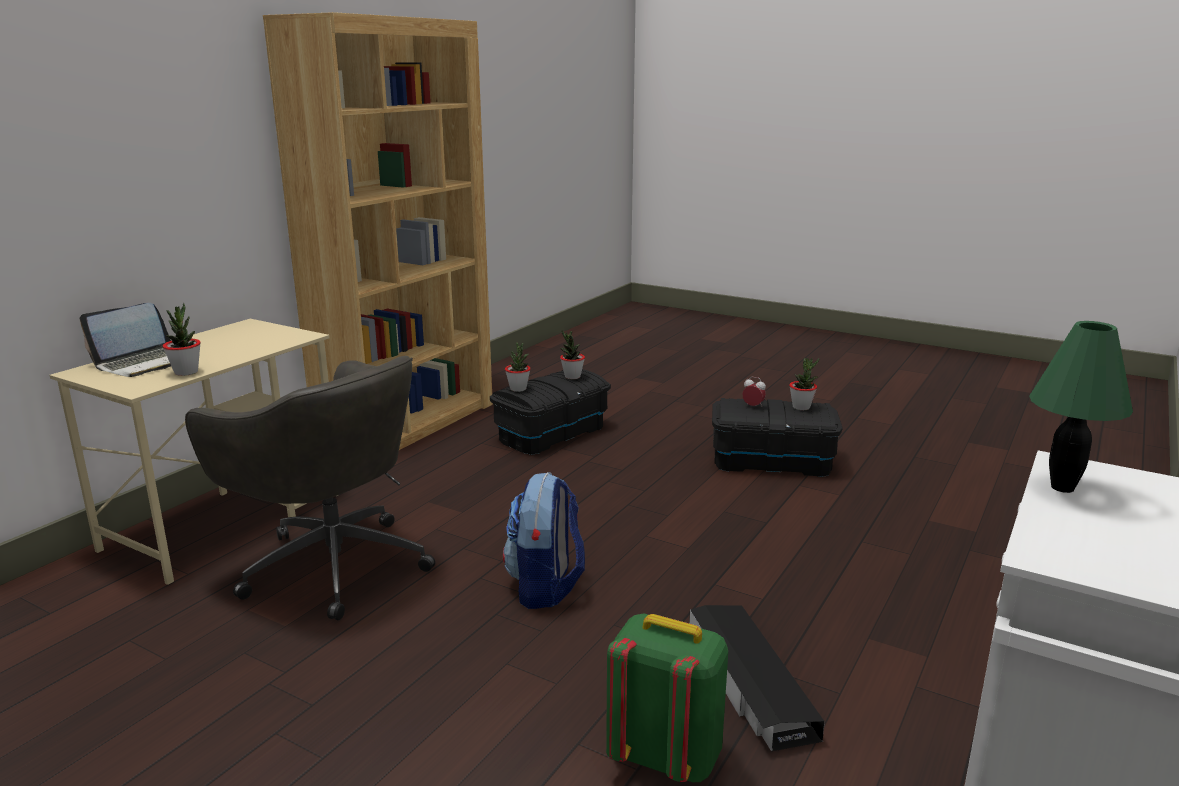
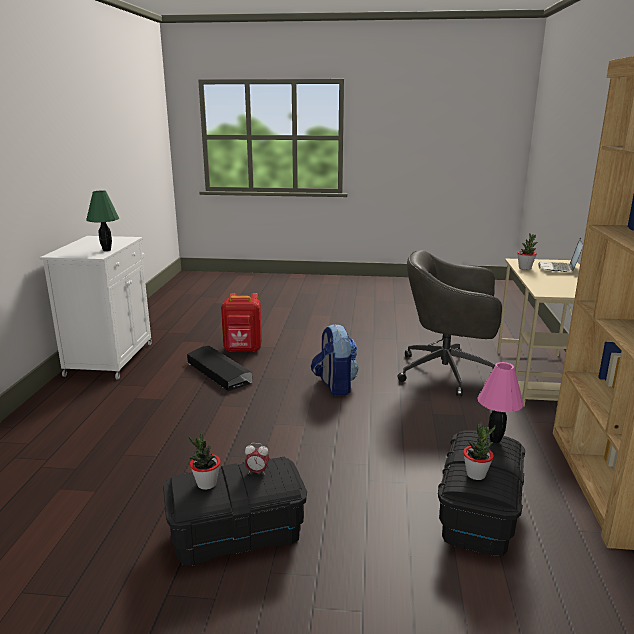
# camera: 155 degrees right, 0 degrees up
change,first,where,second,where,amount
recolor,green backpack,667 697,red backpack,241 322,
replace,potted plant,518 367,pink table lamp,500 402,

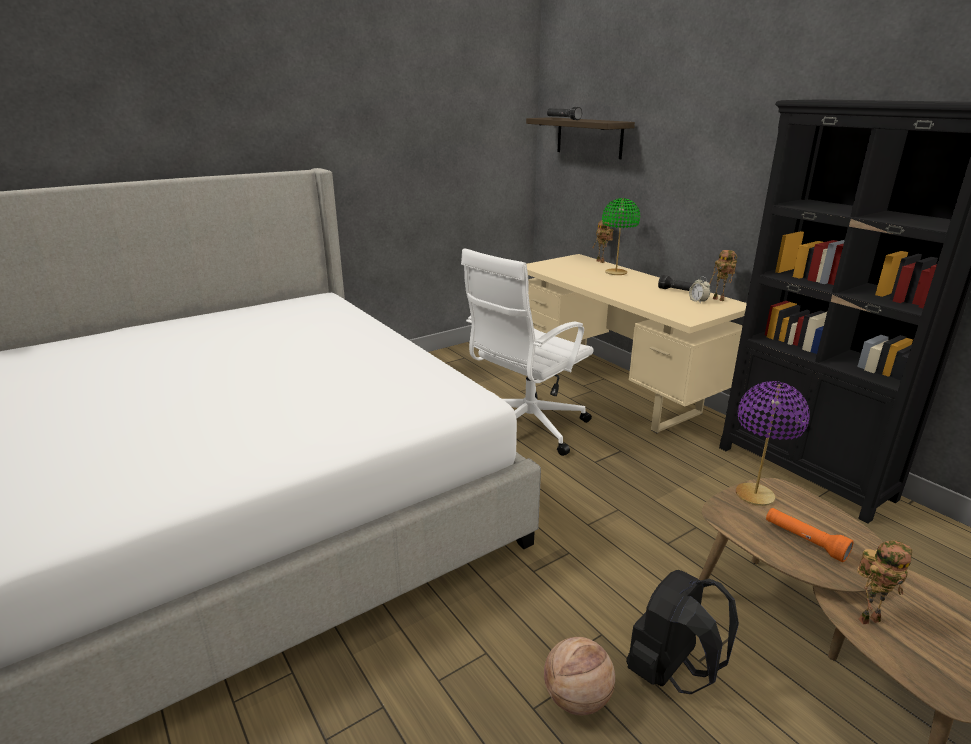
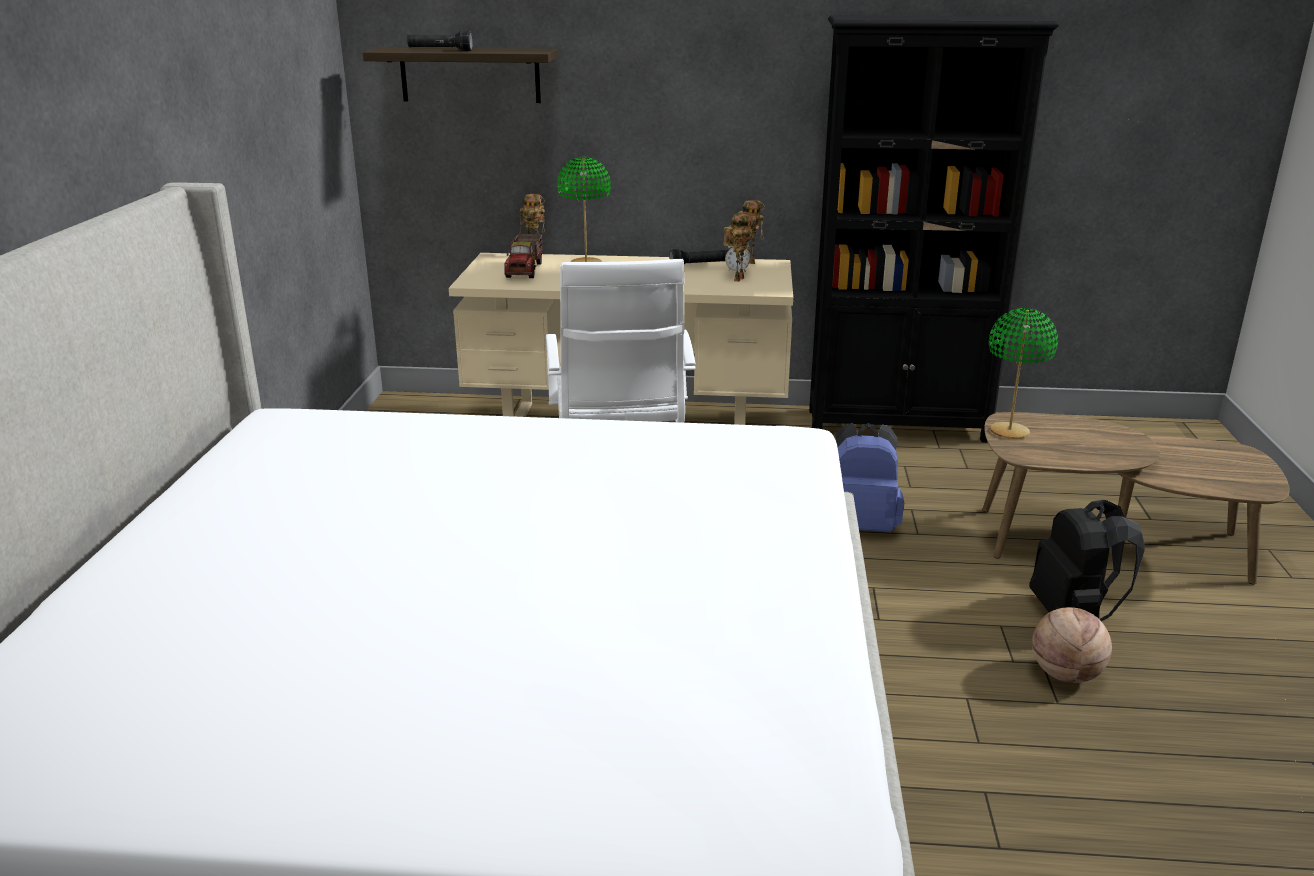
# camera: 50 degrees left, 0 degrees up
change,first,where,second,where,amount
insert,,,toy truck,523 256,
move,toy robot,884 582,,738 247,
insert,,,blue backpack,869 477,
recolor,purple table lamp,773 443,green table lamp,1023 373,
delete,orange flashlight,810 535,,,

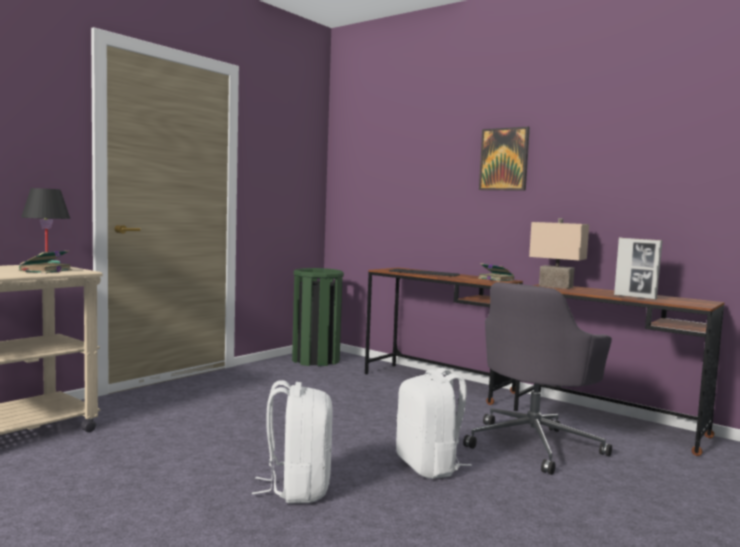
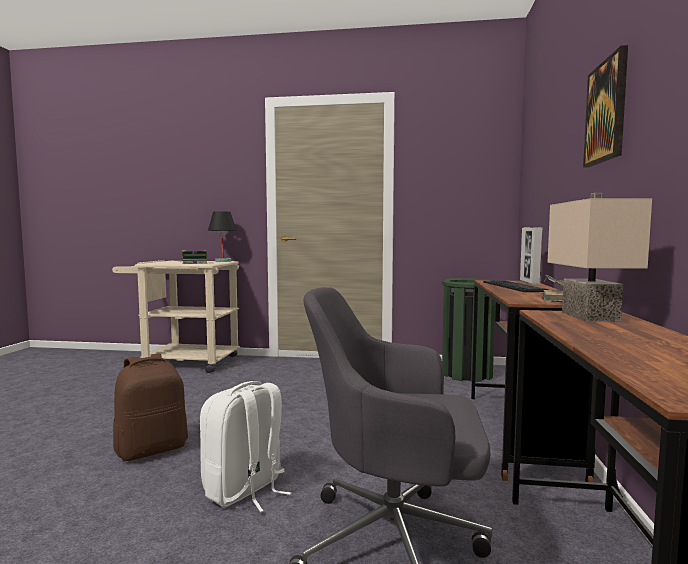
# camera: 60 degrees right, 0 degrees up
change,first,where,second,where,amount
recolor,white backpack,292 441,brown backpack,150 407,
move,picture frame,638 268,,531 256,

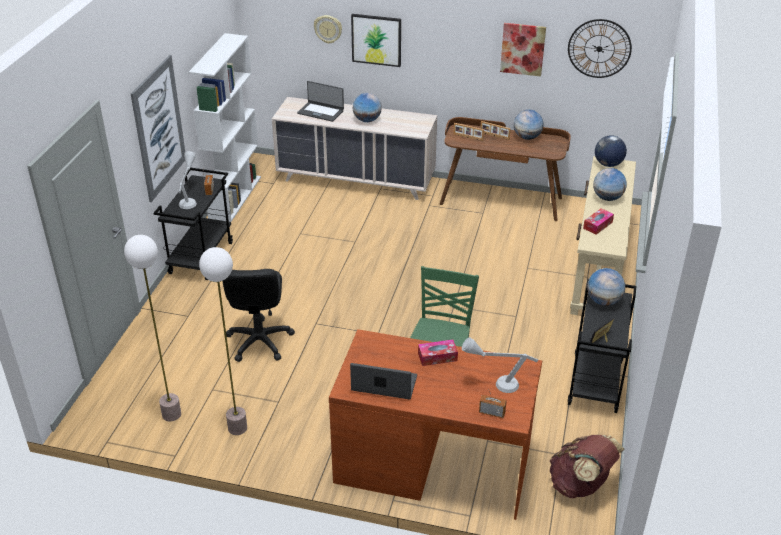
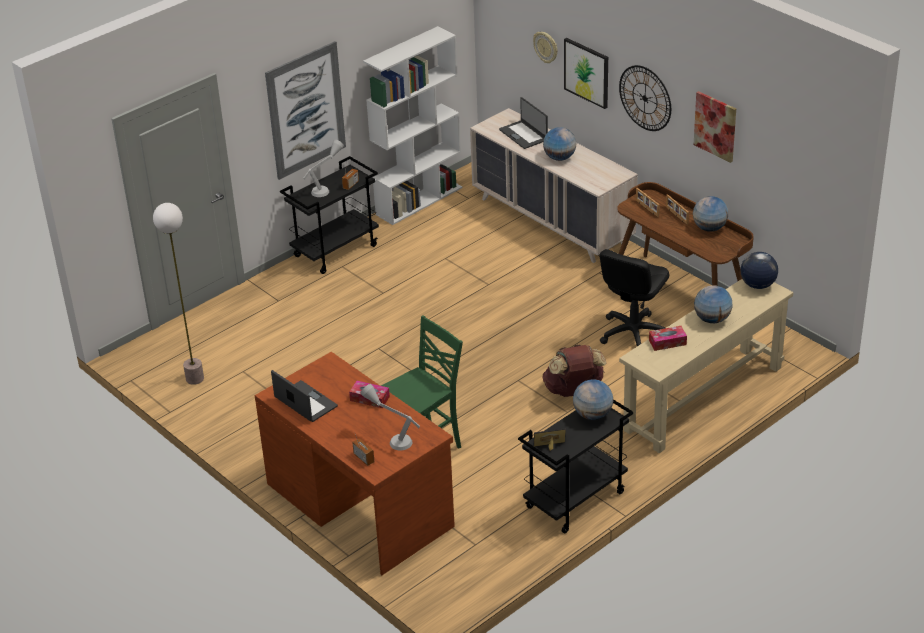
# camera: 35 degrees right, 0 degrees up
change,first,where,second,where,amount
move,brown backpack,587 466,,574 370,
move,black office chair,258 315,,634 297,
move,wall clock,600 48,,645 98,
delete,floor lamp,223 341,,,

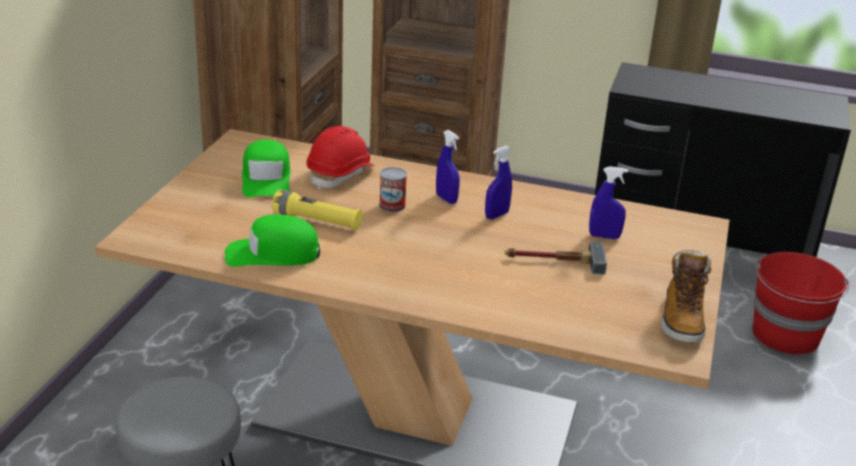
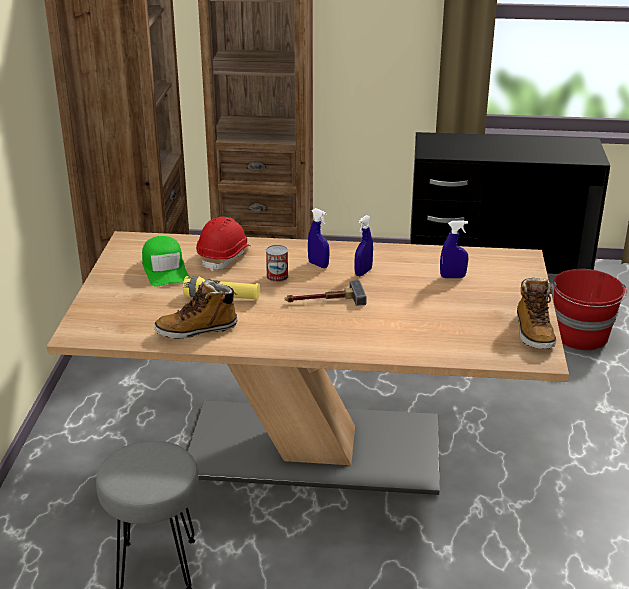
# camera: 10 degrees left, 0 degrees up
change,first,where,second,where,amount
replace,green cap,272 241,boot,196 309,
move,hammer,556 258,,325 293,

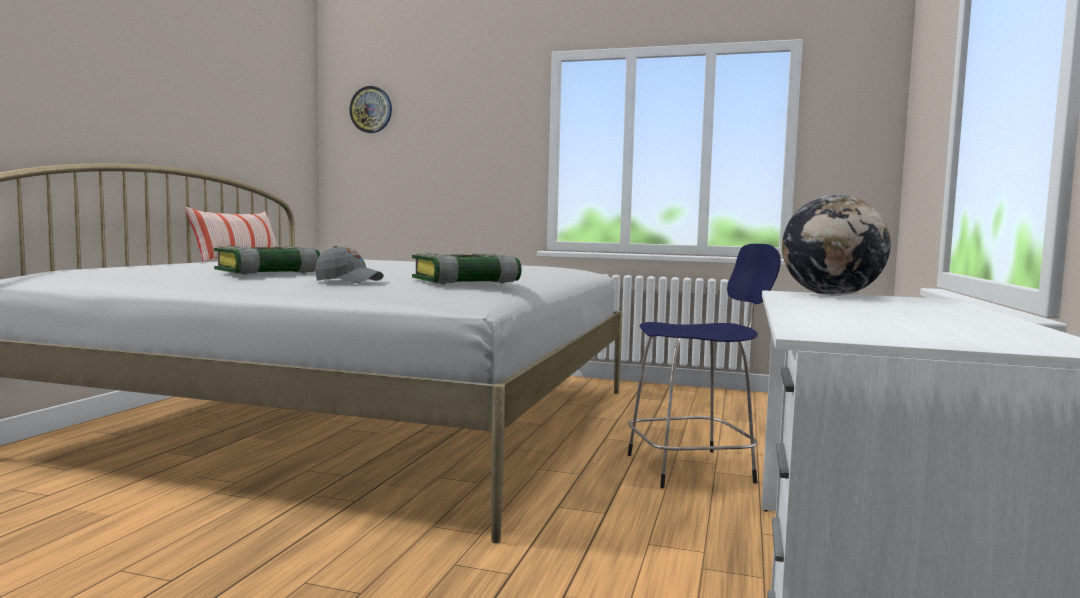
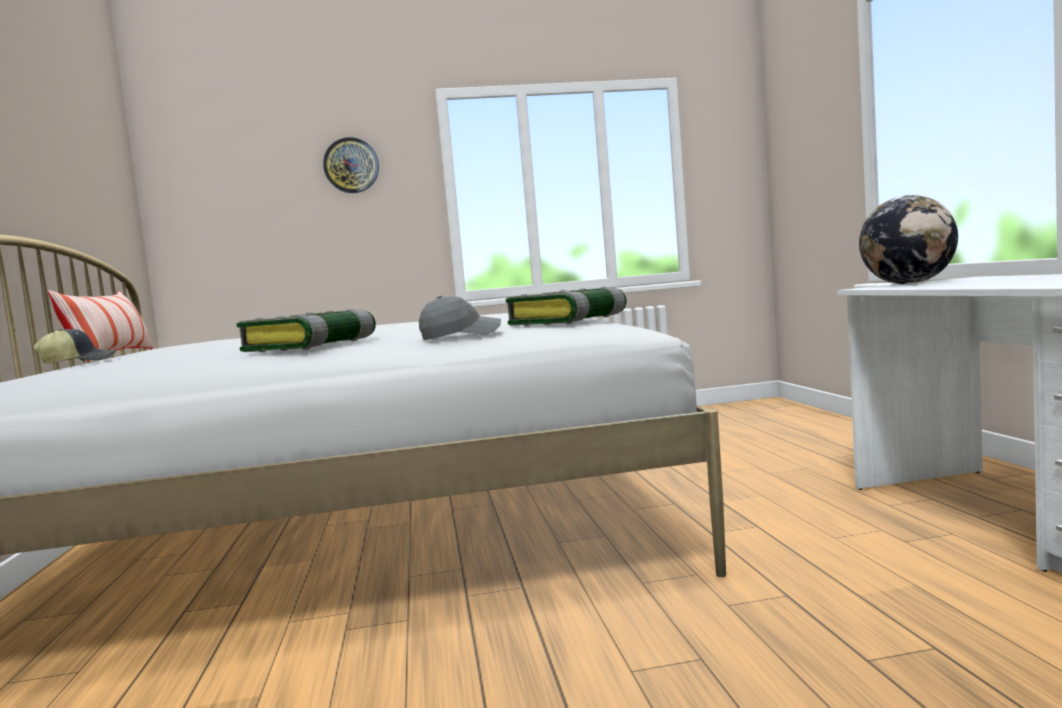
# camera: 25 degrees left, 0 degrees up
change,first,where,second,where,amount
insert,,,cap,75 346,
move,wall clock,370 109,,351 165,
delete,blue stool,704 366,,,

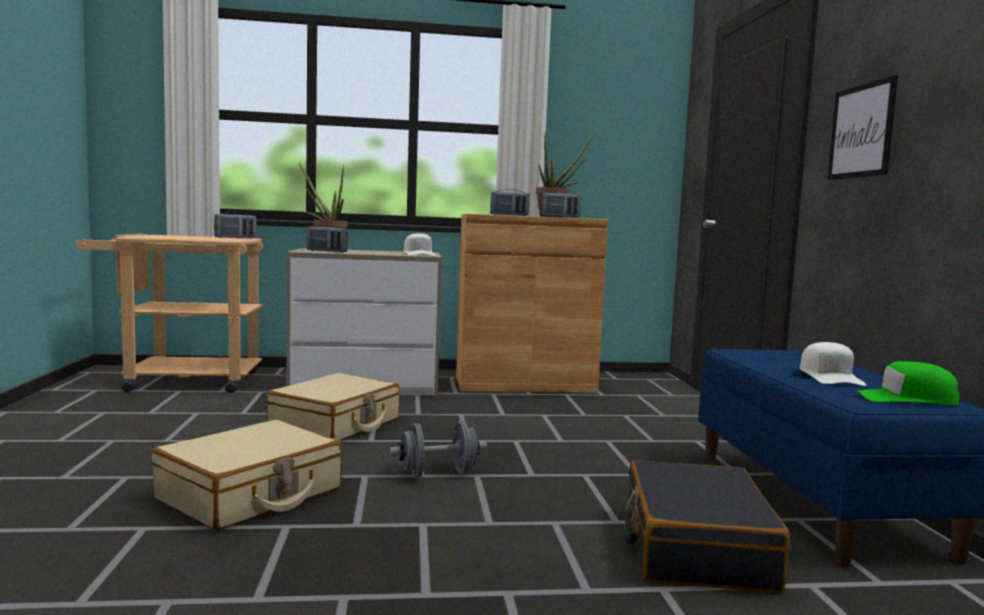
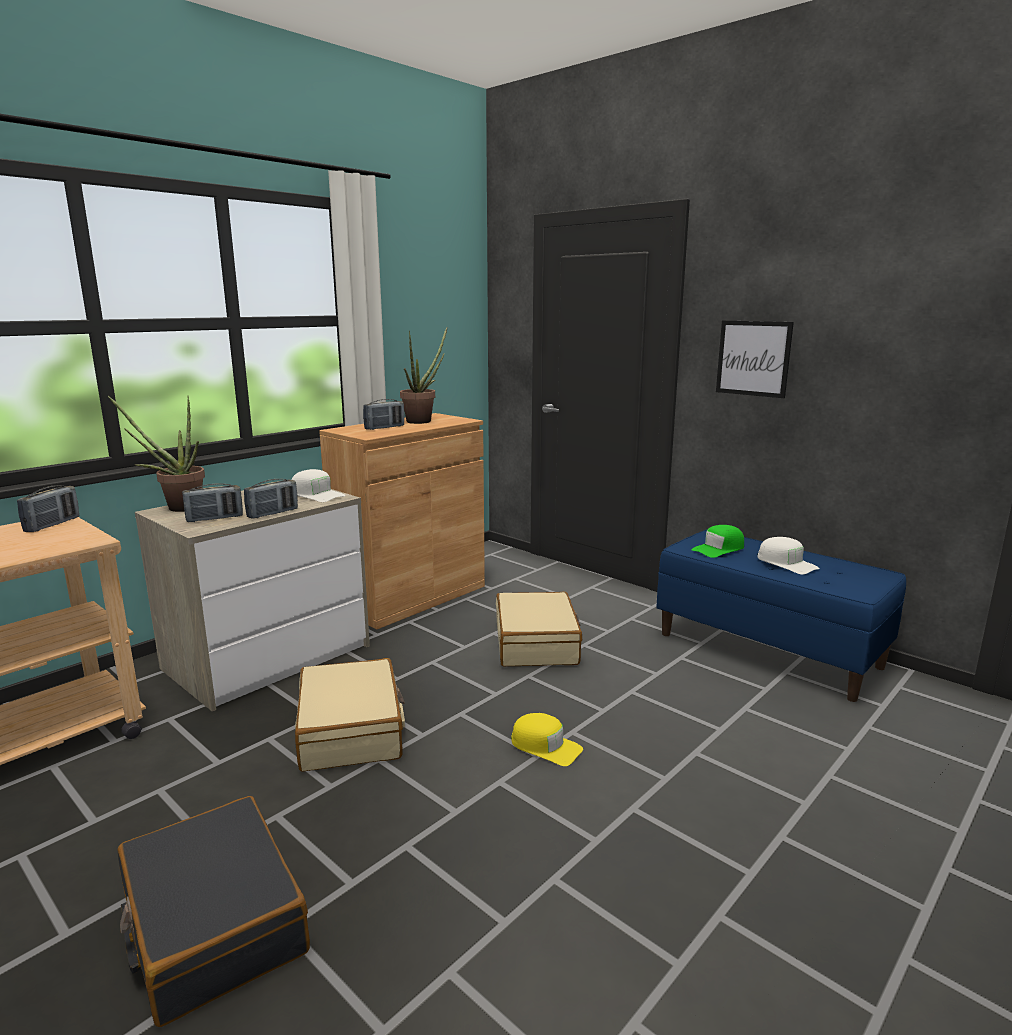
# camera: 40 degrees left, 10 degrees up
change,first,where,second,where,amount
move,black suitcase,707 526,,214 911,
move,radio,561 204,,271 499,
move,beige suitcase,246 475,,539 629,
replace,grey dumbbell,438 449,yellow cap,547 739,
move,green cap,907 383,,717 541,

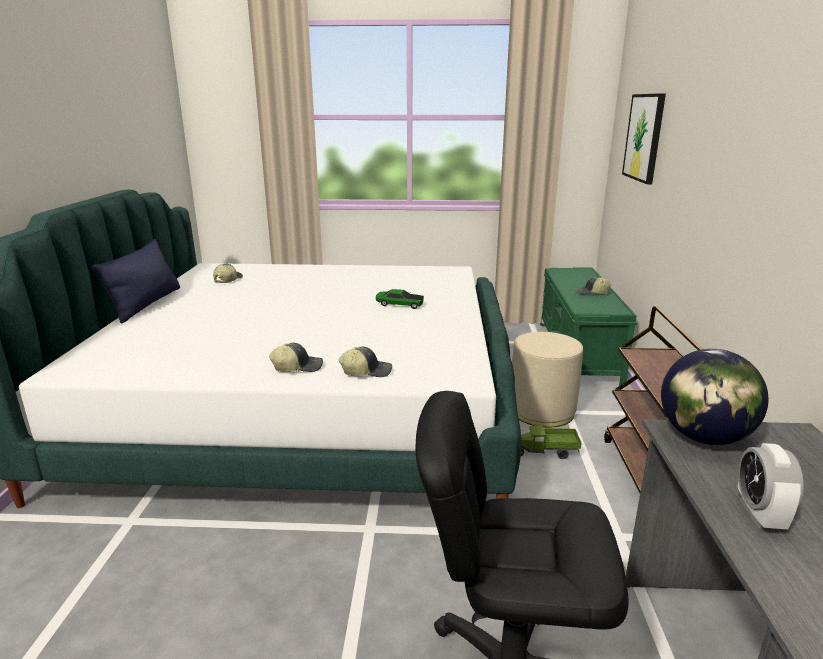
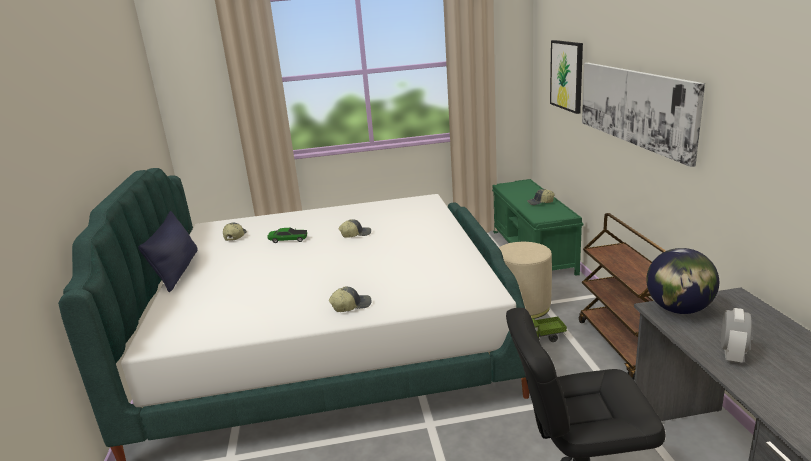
# camera: 10 degrees left, 0 degrees up
change,first,where,second,where,amount
move,toy car,400 299,,287 235,
move,cap,365 361,,354 228,
insert,,,picture,643 115,
rotate,alarm clock,771 486,,736 336,150 degrees counterclockwise

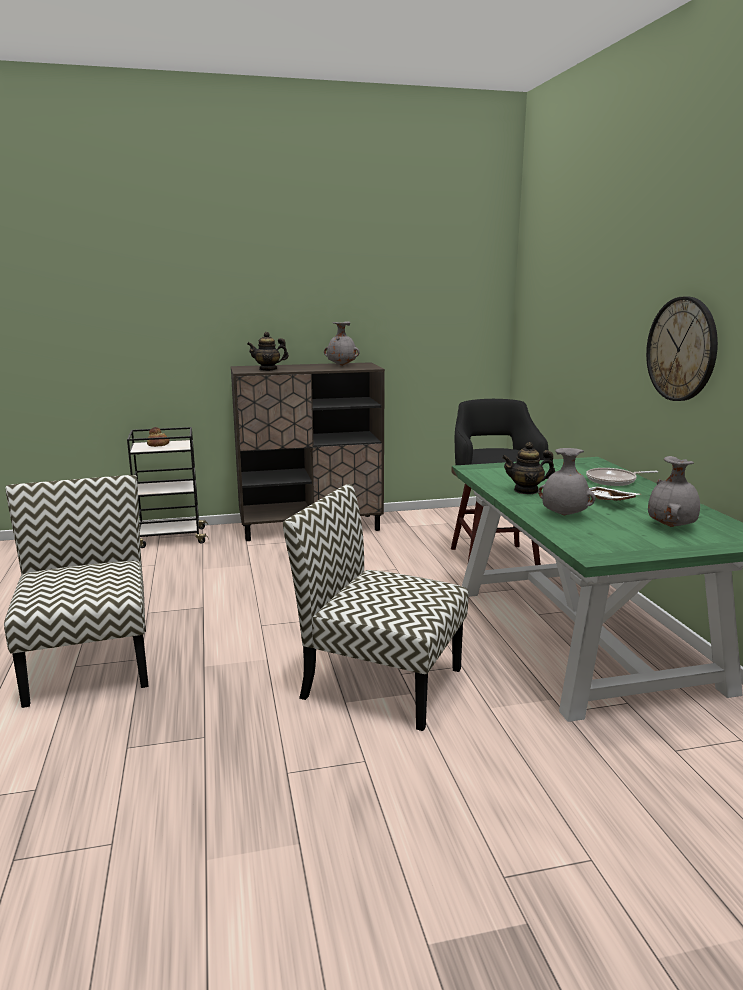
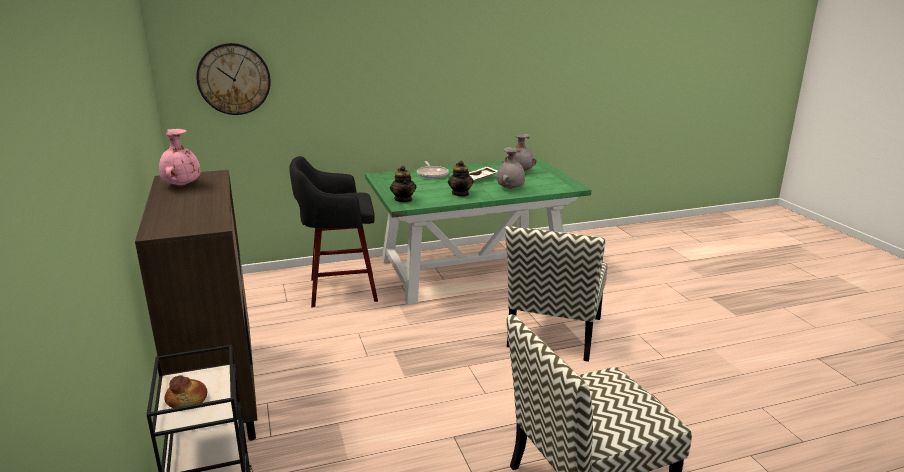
# camera: 95 degrees left, 5 degrees up
change,first,where,second,where,amount
recolor,grey vase,342 343,pink vase,180 157,
move,wall clock,682 349,,233 79,
move,teapot,268 351,,403 184,

